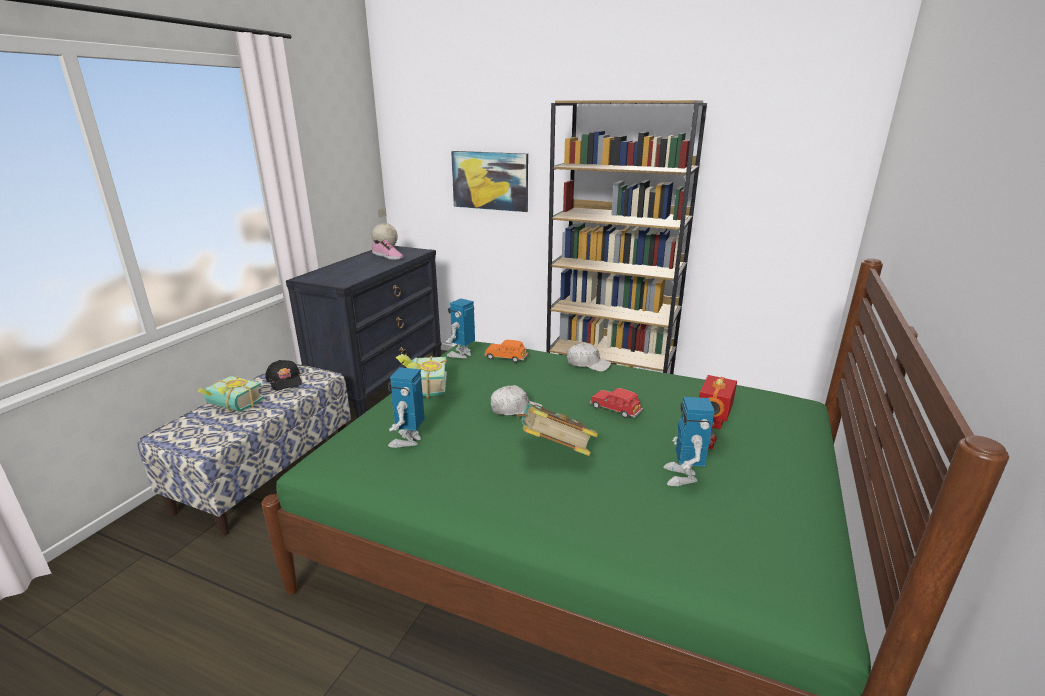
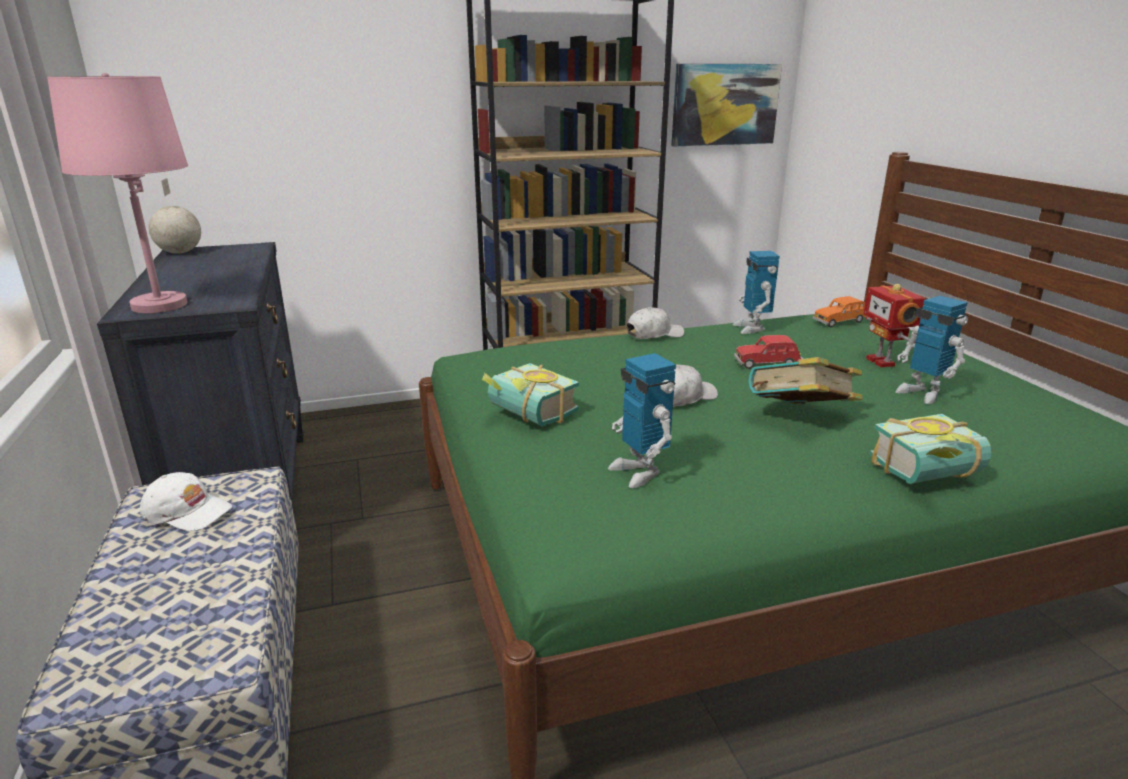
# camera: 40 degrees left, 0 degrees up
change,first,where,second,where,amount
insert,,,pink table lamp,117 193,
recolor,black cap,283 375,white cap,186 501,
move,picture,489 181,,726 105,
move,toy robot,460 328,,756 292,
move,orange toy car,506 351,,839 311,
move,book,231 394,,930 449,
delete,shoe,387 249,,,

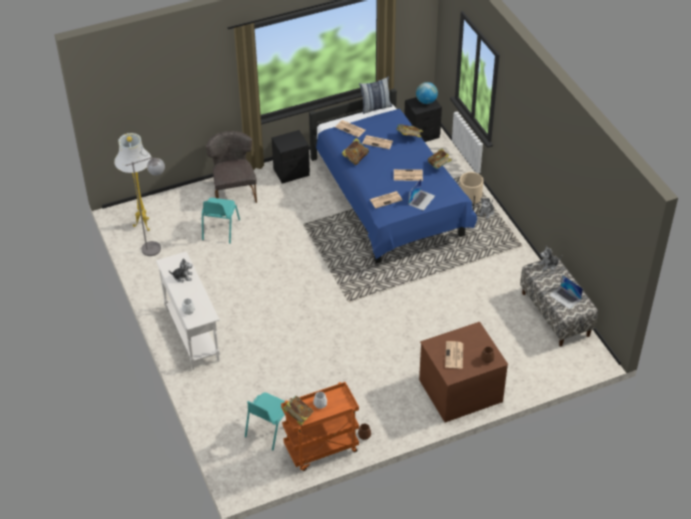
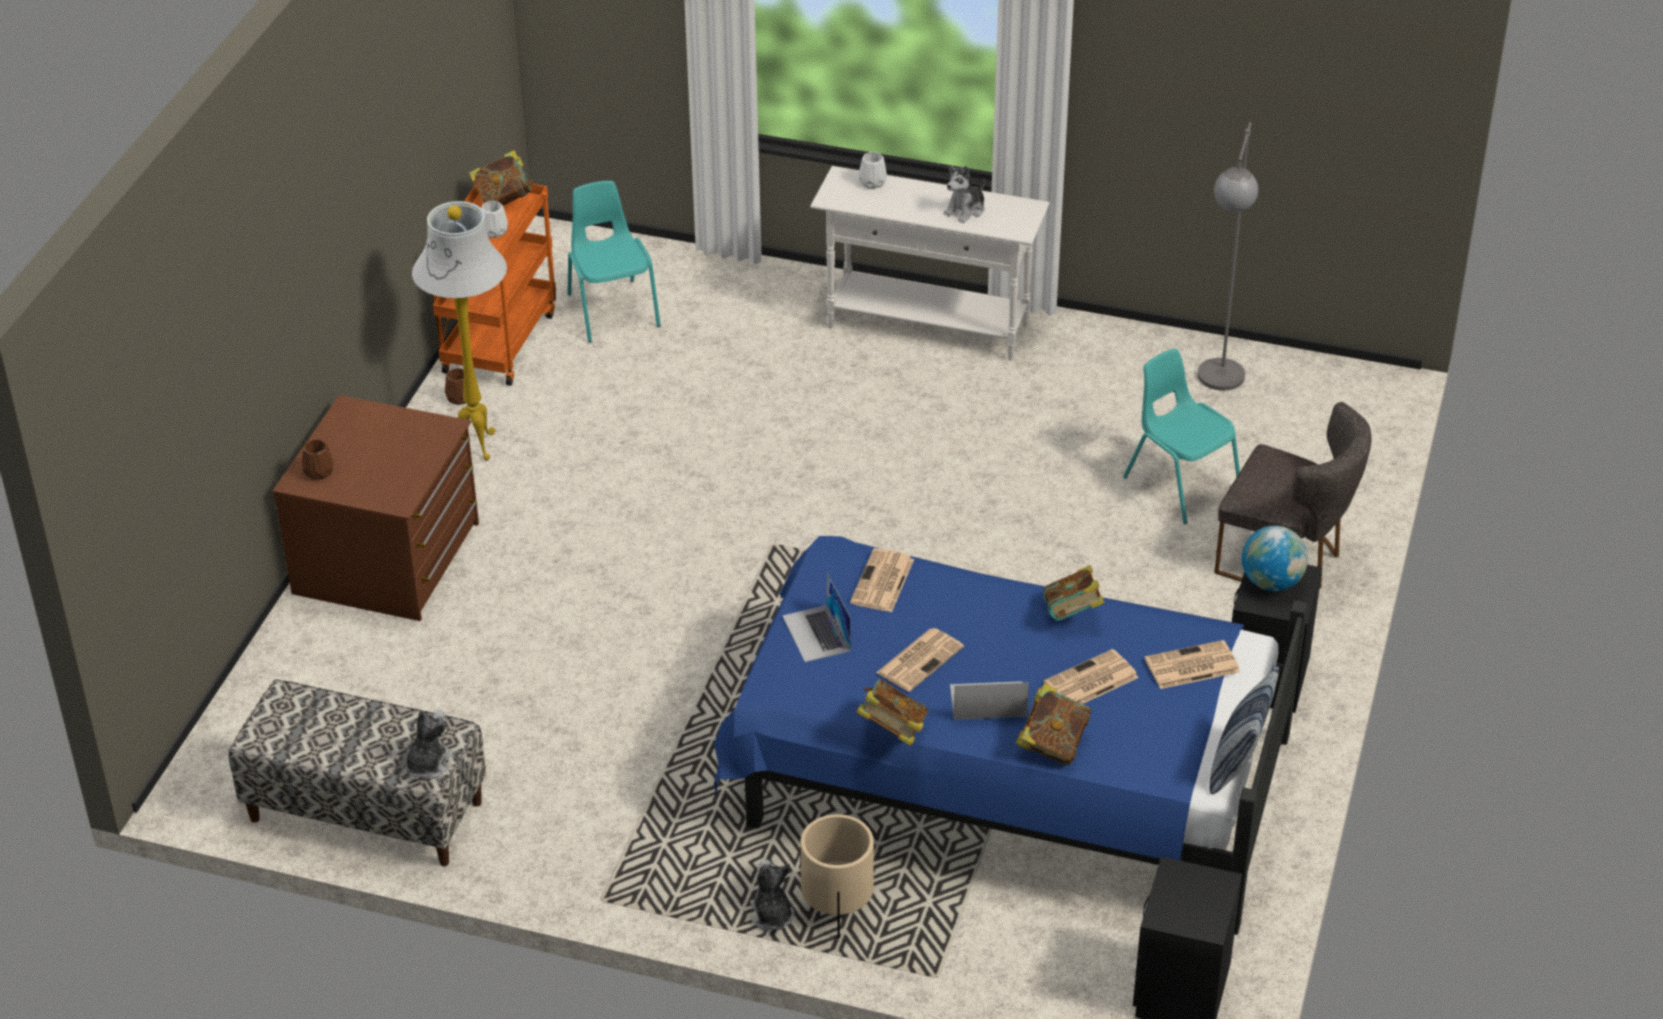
# camera: 130 degrees right, 5 degrees down
change,first,where,second,where,amount
move,white floor lamp,133 182,,459 330,
move,laptop,566 292,,989 700,
move,globe,427 93,,1275 558,
delete,newspaper,454 355,,,

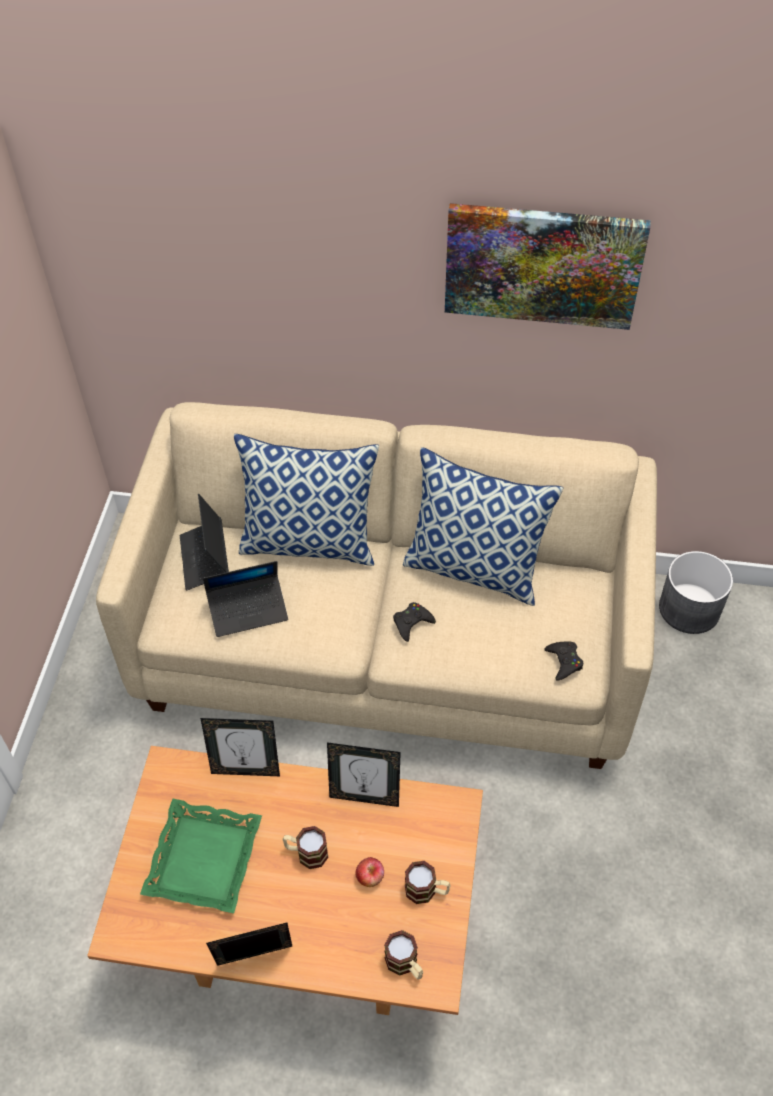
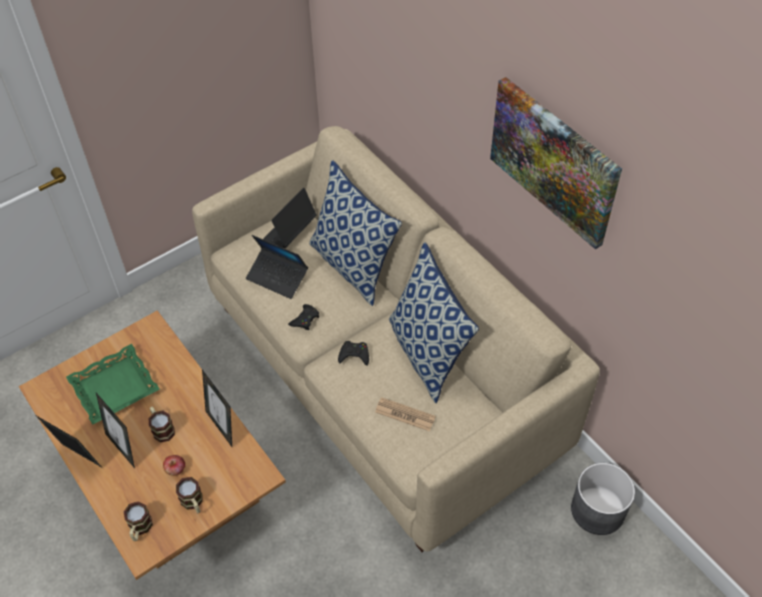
# camera: 45 degrees right, 0 degrees up
change,first,where,second,where,amount
move,picture frame,240 747,,115 430,
move,black game controller,563 660,,303 317,
insert,,,newspaper,405 414,

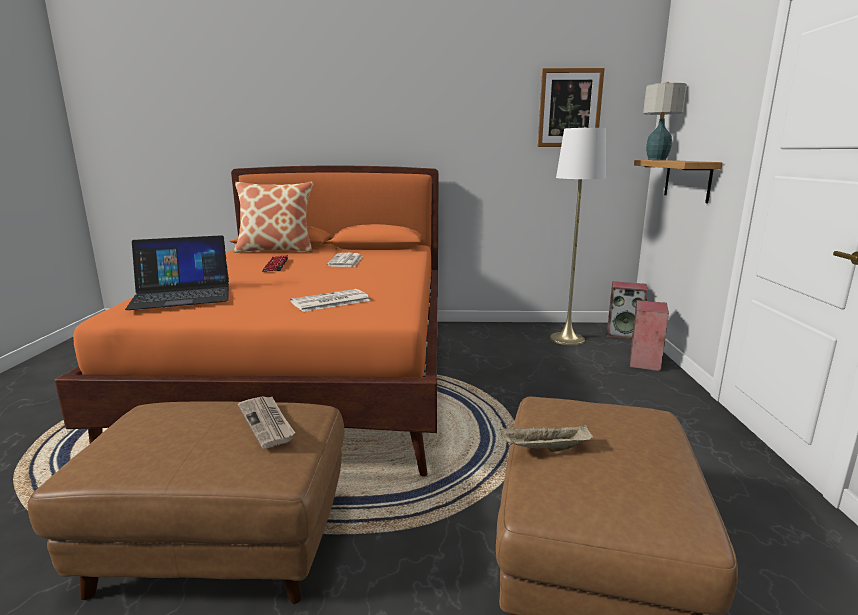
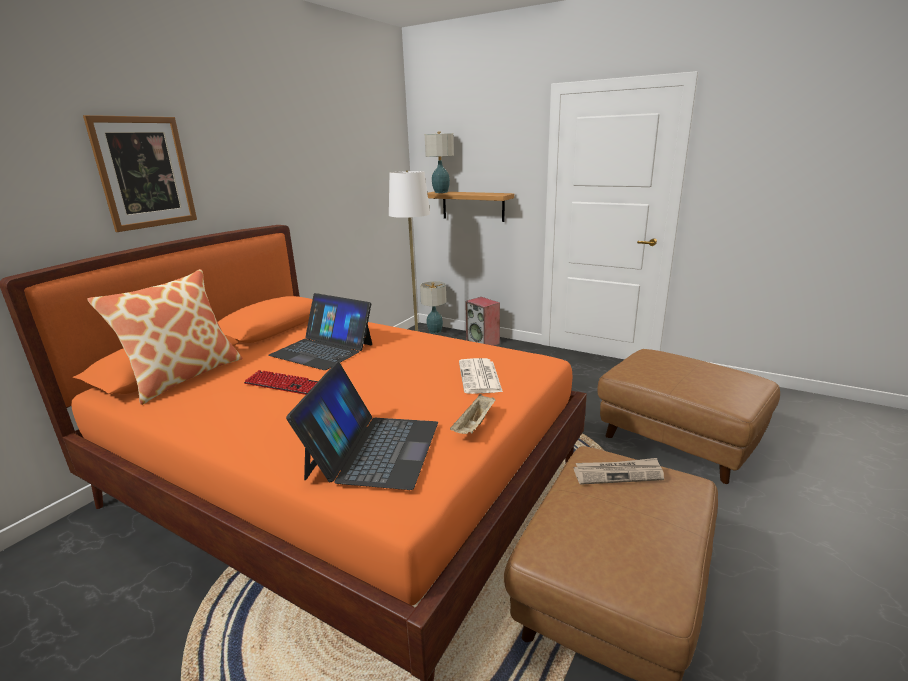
# camera: 60 degrees left, 5 degrees up
change,first,where,second,where,amount
move,picture,571 107,,140 173,
replace,newspaper,345 260,laptop,320 331,
replace,speaker,627 310,table lamp,433 307,
move,beige tray,546 438,,473 414,

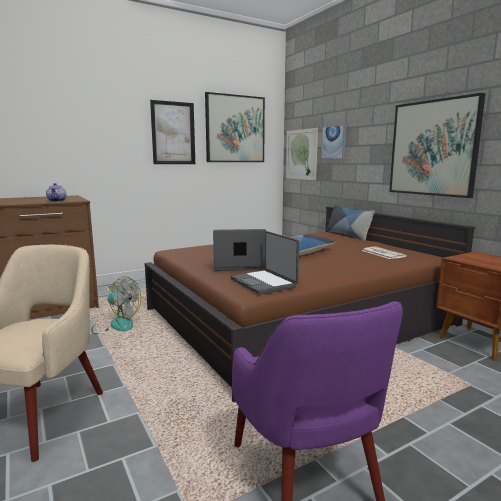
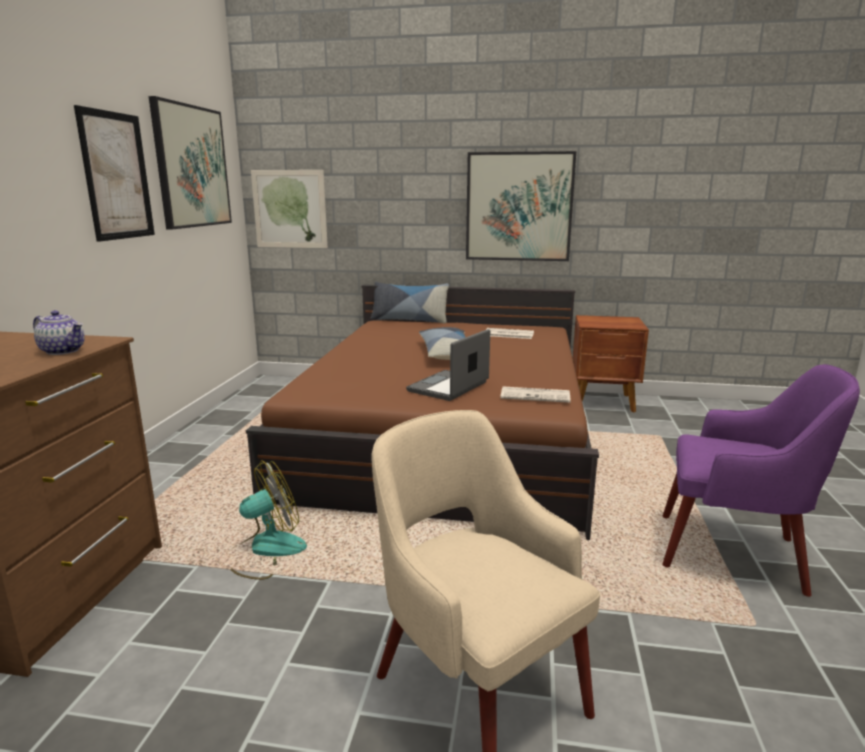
# camera: 50 degrees left, 5 degrees up
change,first,where,second,where,amount
replace,laptop,265 263,newspaper,535 395,
delete,picture,333 141,,,

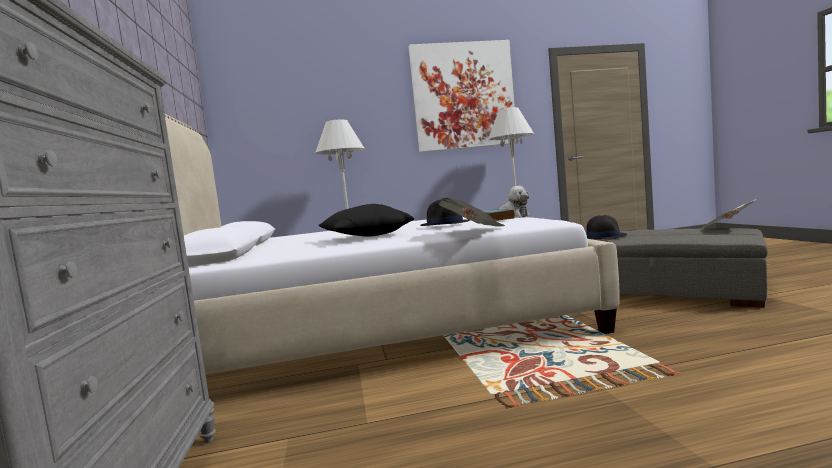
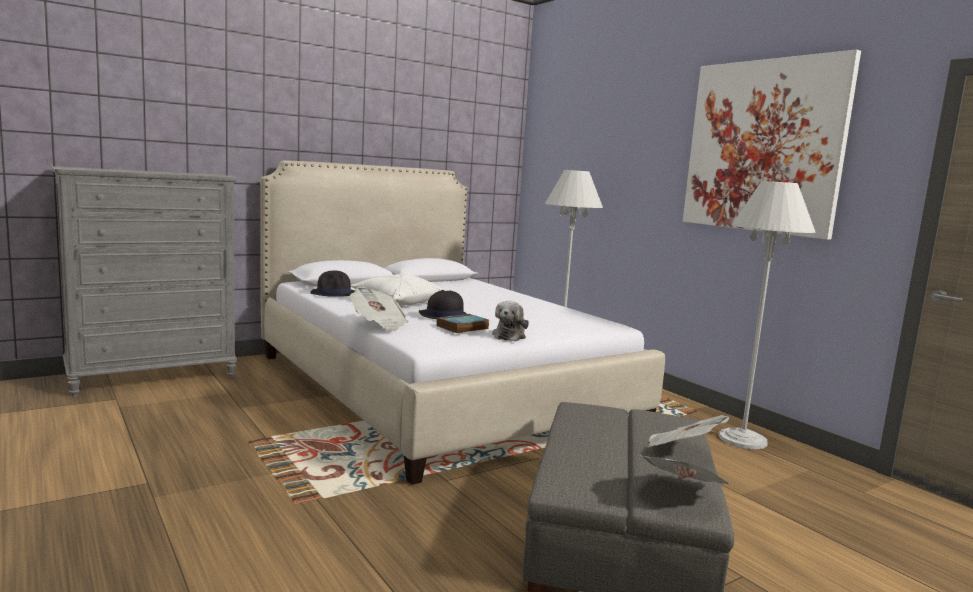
# camera: 65 degrees right, 5 degrees up
change,first,where,second,where,amount
move,black hat,606 227,,332 284,
recolor,black pillow,366 220,white pillow,398 289,
insert,,,newspaper,688 431,

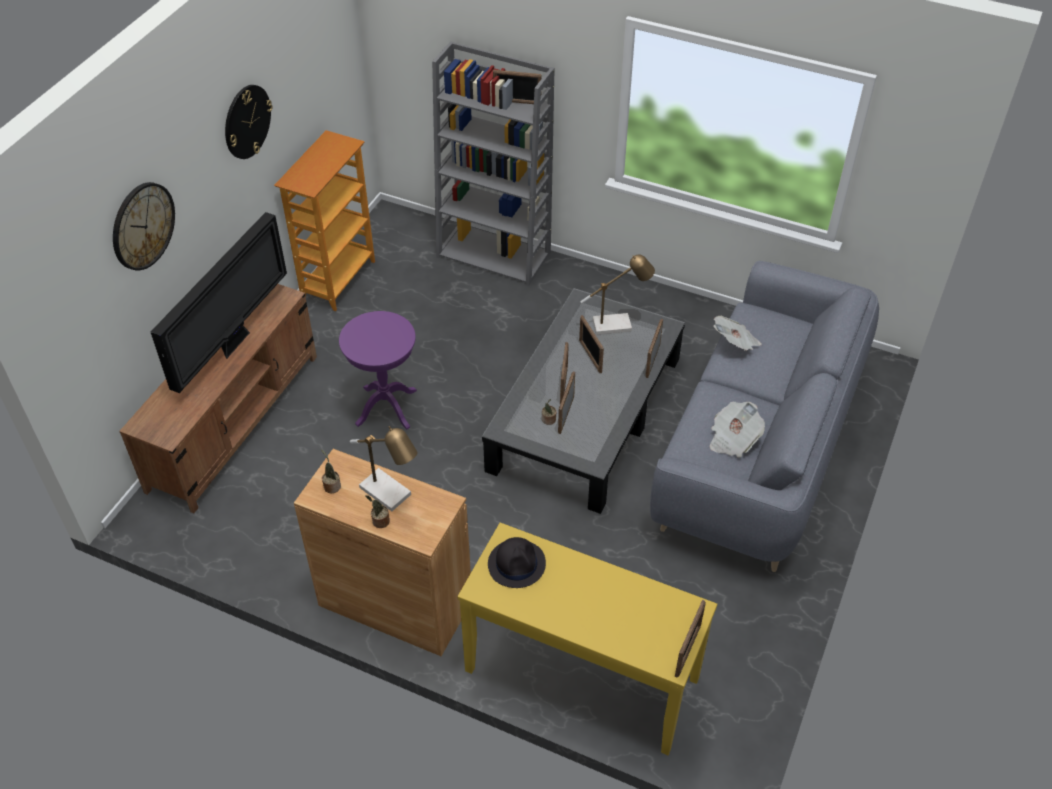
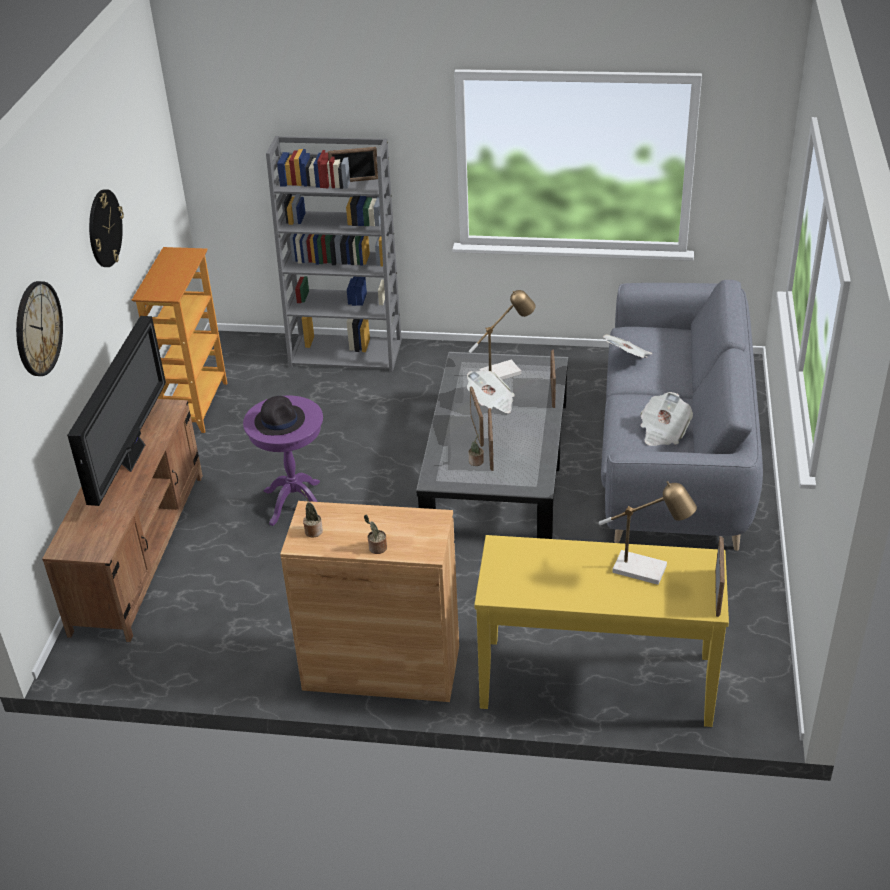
# camera: 15 degrees left, 10 degrees down
change,first,where,second,where,amount
move,black hat,517 562,,279 415,
replace,picture frame,591 344,newspaper,490 391,
move,table lamp,384 468,,648 533,

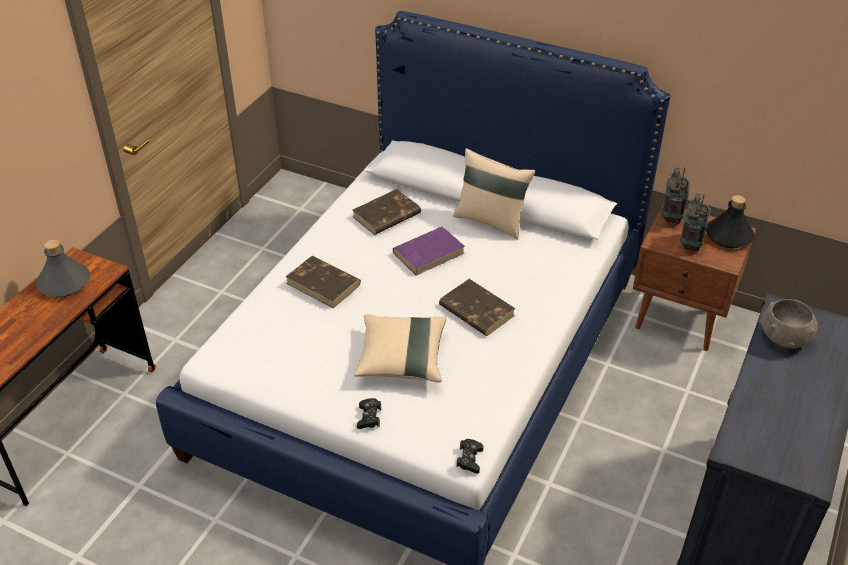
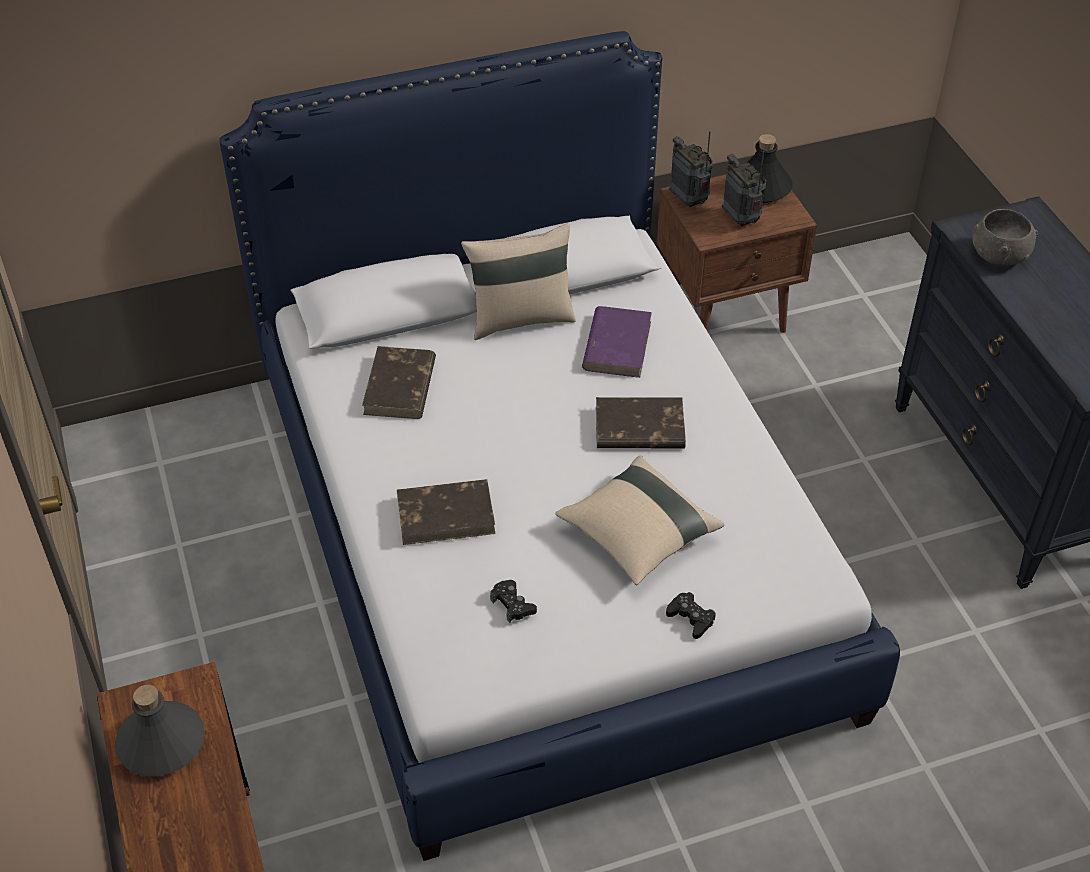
# camera: 45 degrees left, 5 degrees up
change,first,where,second,where,amount
move,black game controller,470 456,,513 601,
move,purple book,429 251,,617 342,

